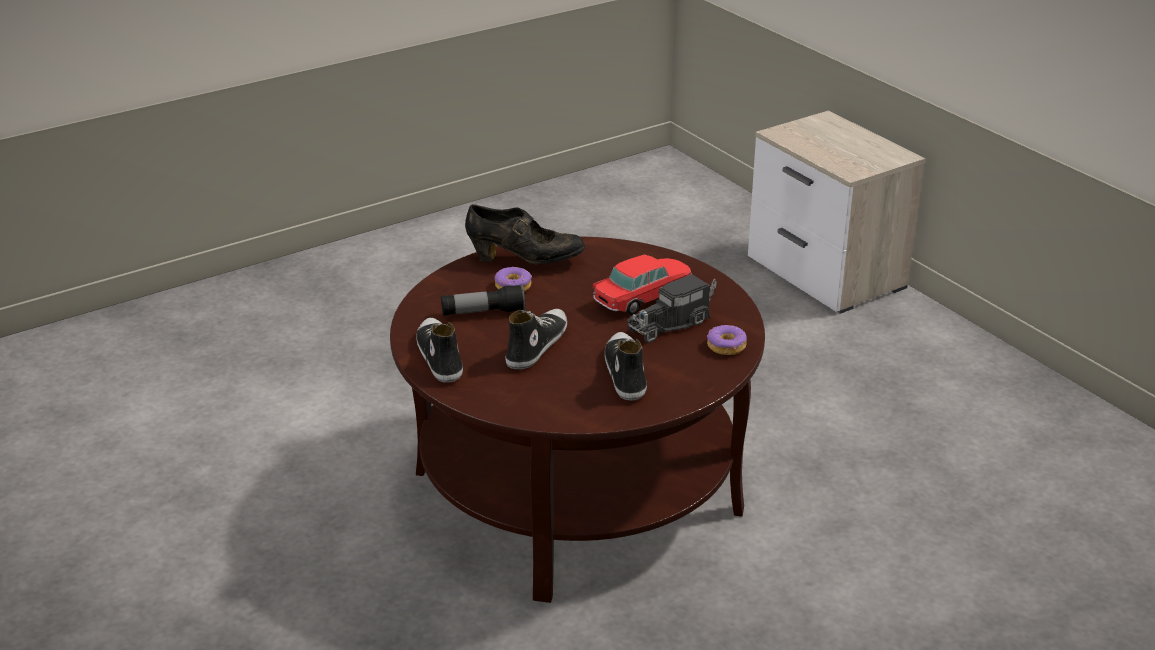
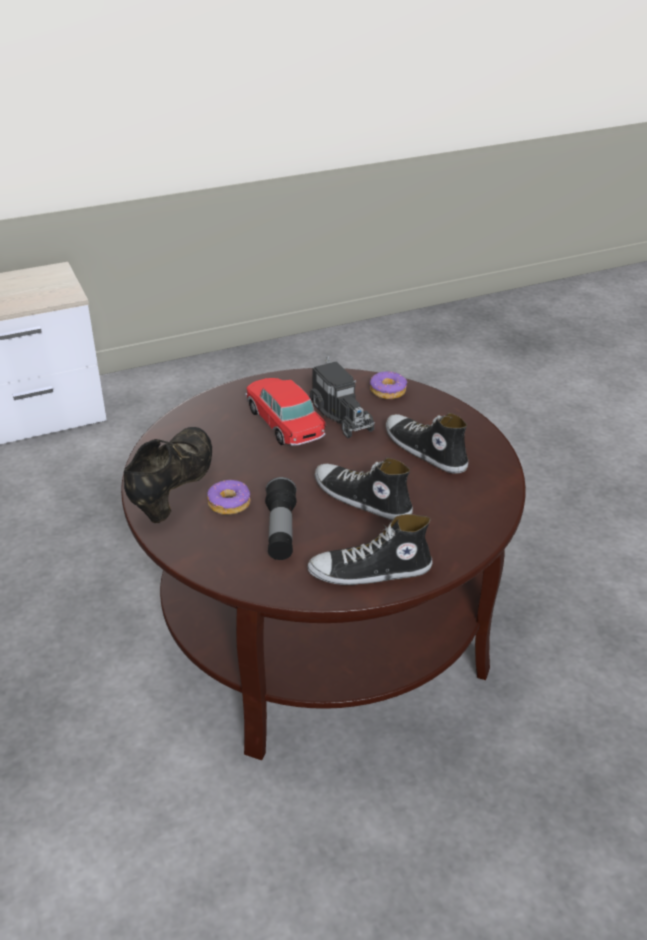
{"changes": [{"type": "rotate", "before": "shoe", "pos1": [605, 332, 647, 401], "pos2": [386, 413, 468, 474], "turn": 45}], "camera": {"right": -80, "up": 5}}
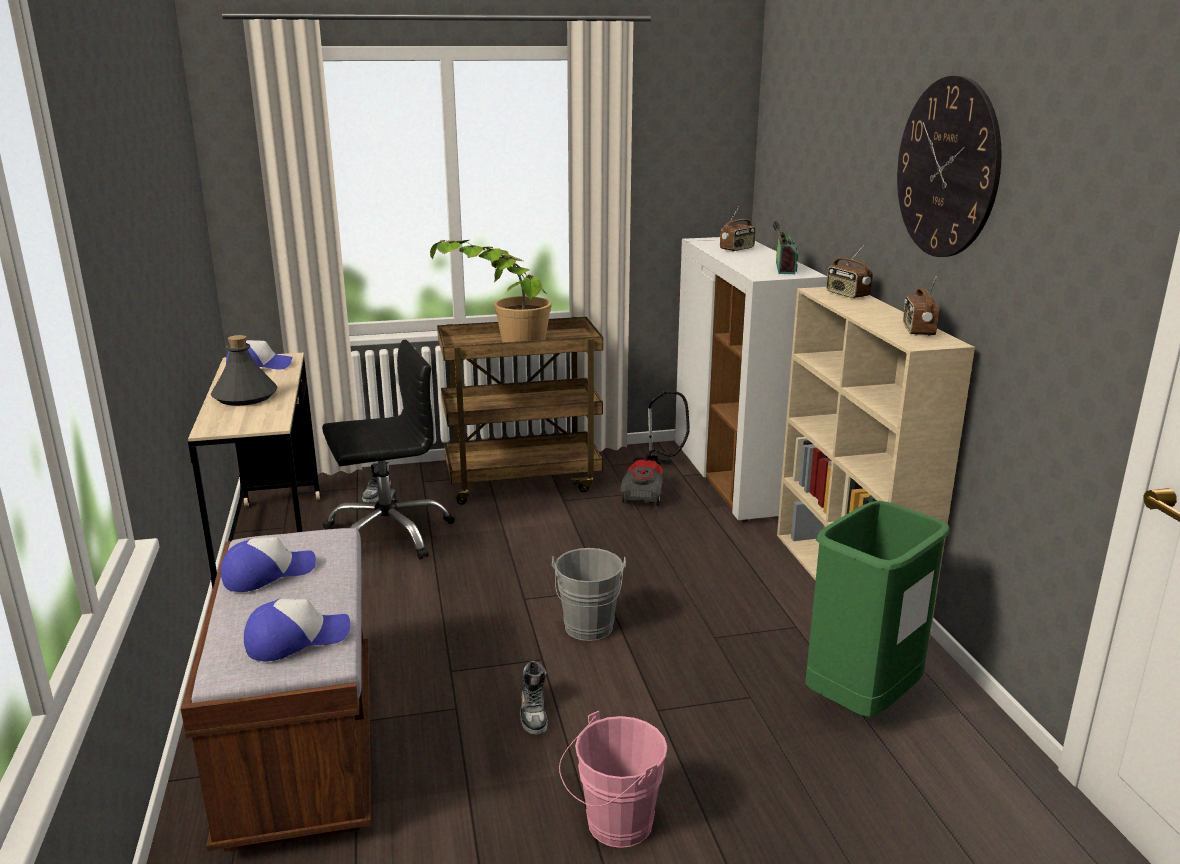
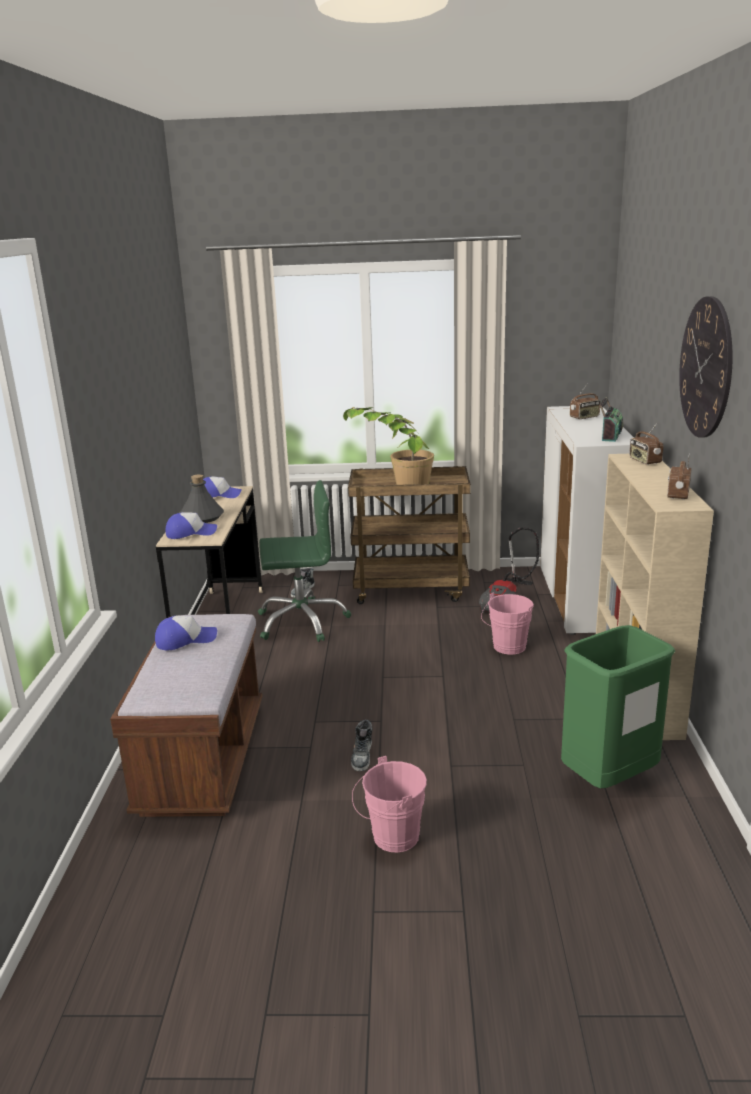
{"changes": [{"type": "move", "before": "cap", "pos1": [244, 599, 350, 661], "pos2": [165, 512, 217, 539]}, {"type": "recolor", "before": "black office chair", "after": "green office chair", "pos1": [322, 340, 455, 560], "pos2": [258, 480, 351, 642]}, {"type": "delete", "before": "grey bucket", "pos1": [552, 548, 626, 641]}, {"type": "insert", "after": "pink bucket", "pos2": [481, 592, 534, 655]}], "camera": {"right": 15, "up": 0}}
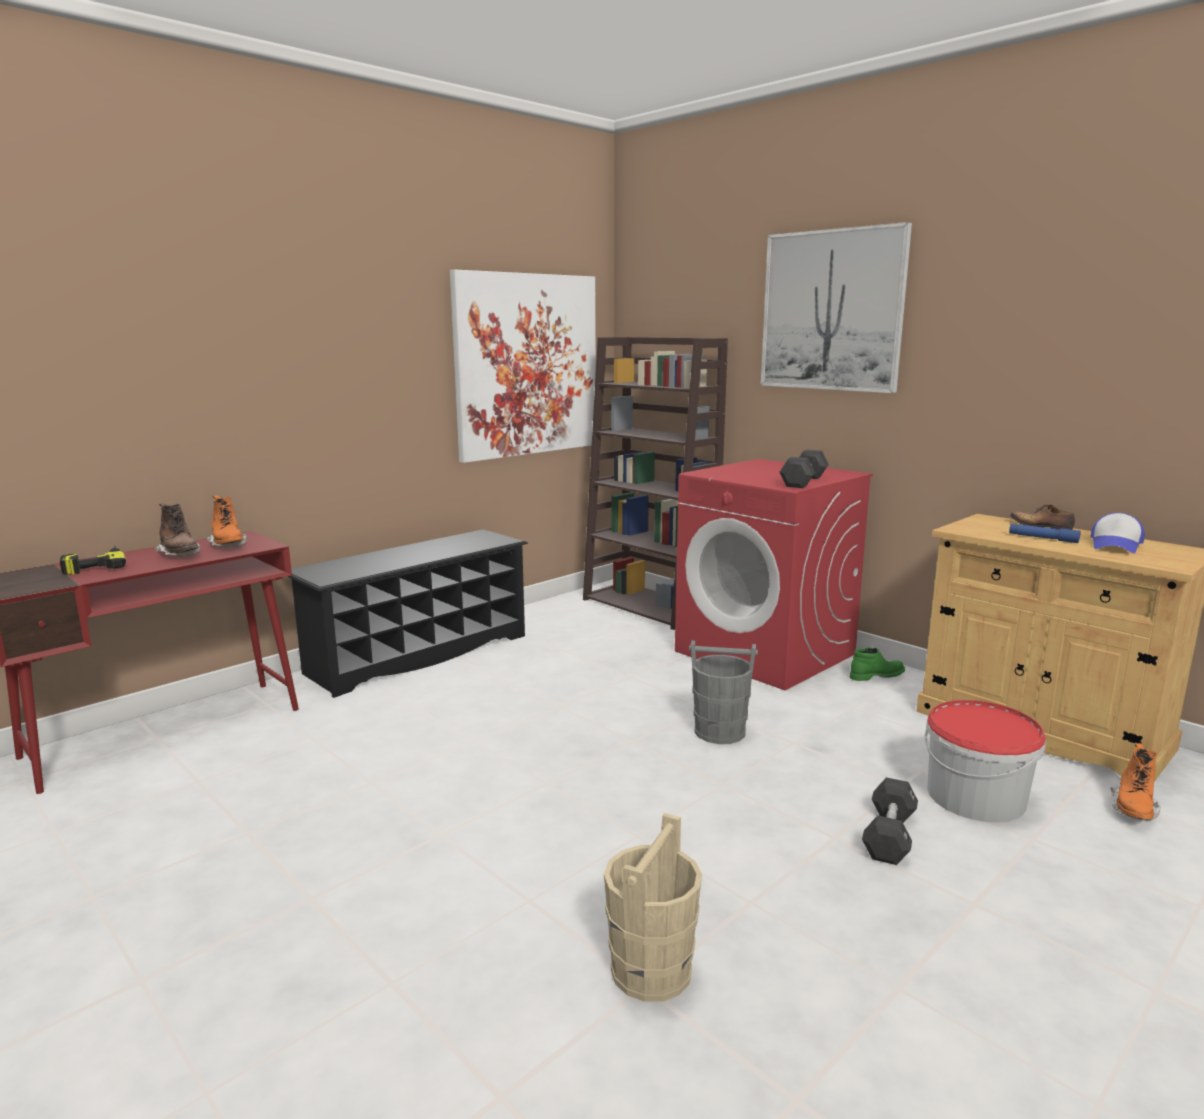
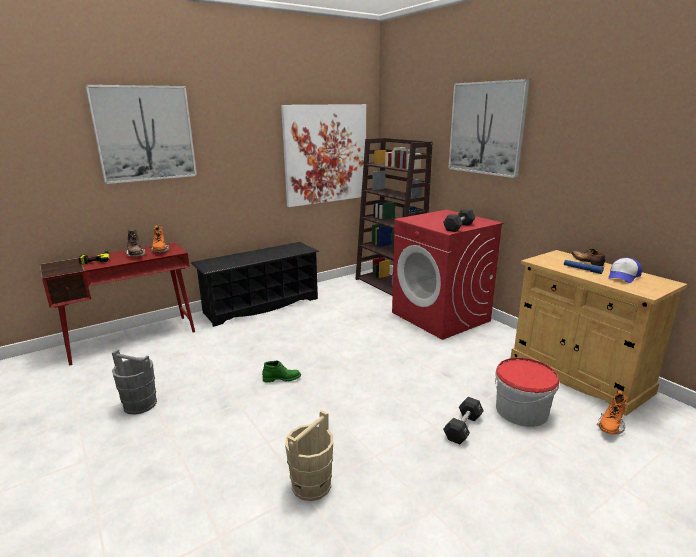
{"changes": [{"type": "move", "before": "grey bucket", "pos1": [689, 640, 758, 744], "pos2": [112, 350, 157, 415]}, {"type": "move", "before": "green boot", "pos1": [850, 648, 905, 681], "pos2": [262, 360, 301, 383]}, {"type": "insert", "after": "picture", "pos2": [85, 85, 197, 184]}], "camera": {"right": 10, "up": 5}}
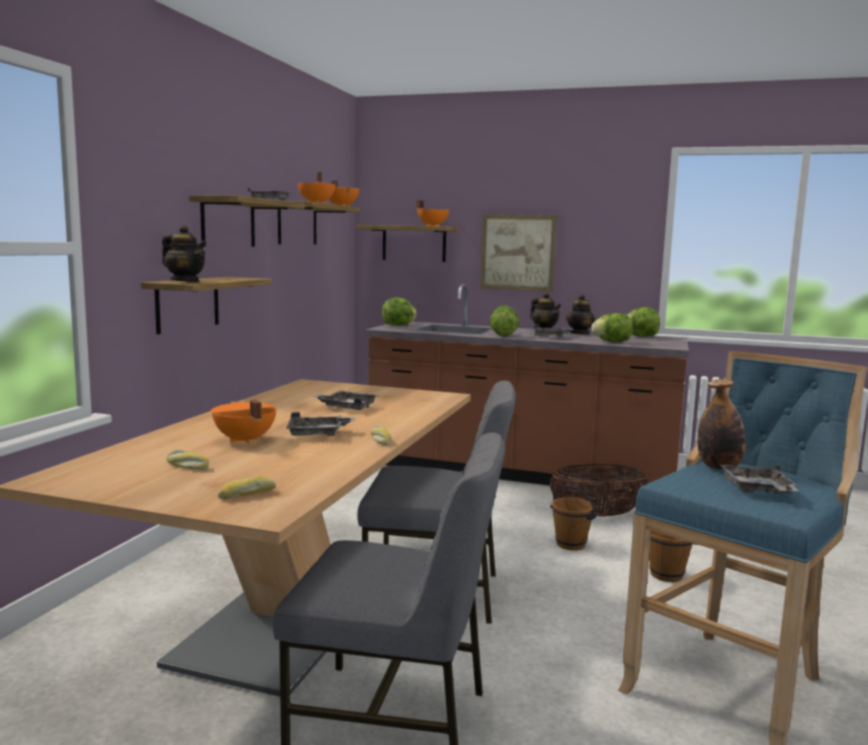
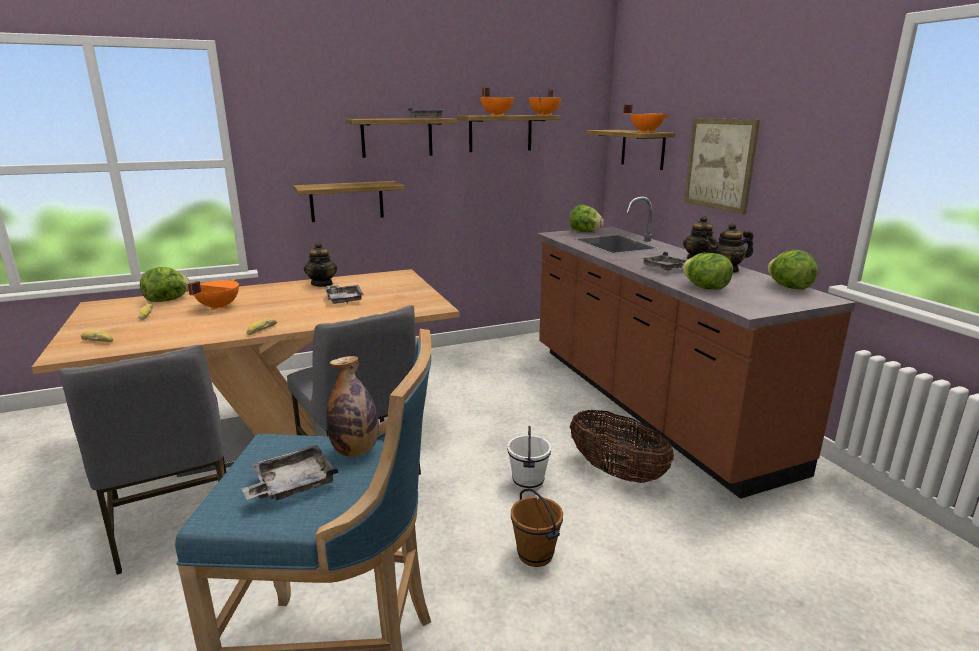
{"changes": [{"type": "move", "before": "teapot", "pos1": [162, 225, 207, 282], "pos2": [304, 242, 337, 287]}, {"type": "delete", "before": "grey tray", "pos1": [286, 412, 355, 436]}, {"type": "move", "before": "lettuce", "pos1": [490, 305, 519, 336], "pos2": [140, 267, 190, 302]}, {"type": "recolor", "before": "brown bucket", "after": "white bucket", "pos1": [550, 485, 596, 550], "pos2": [507, 425, 551, 492]}], "camera": {"right": 50, "up": 10}}
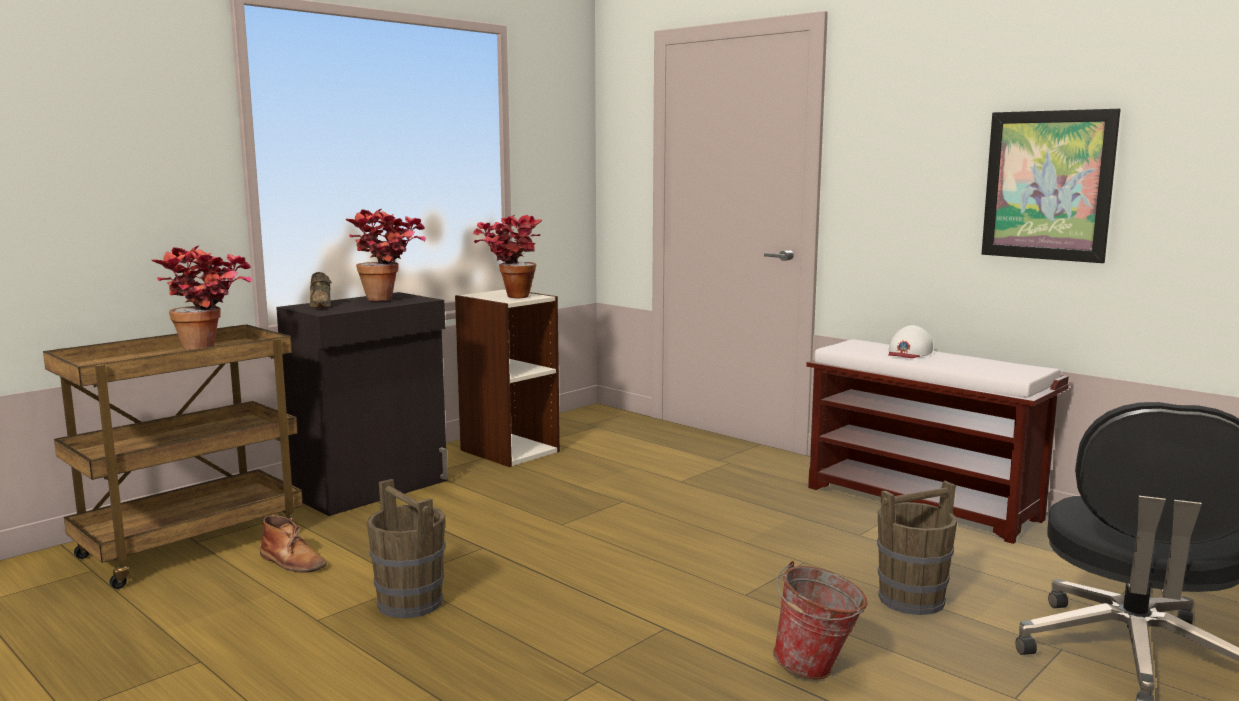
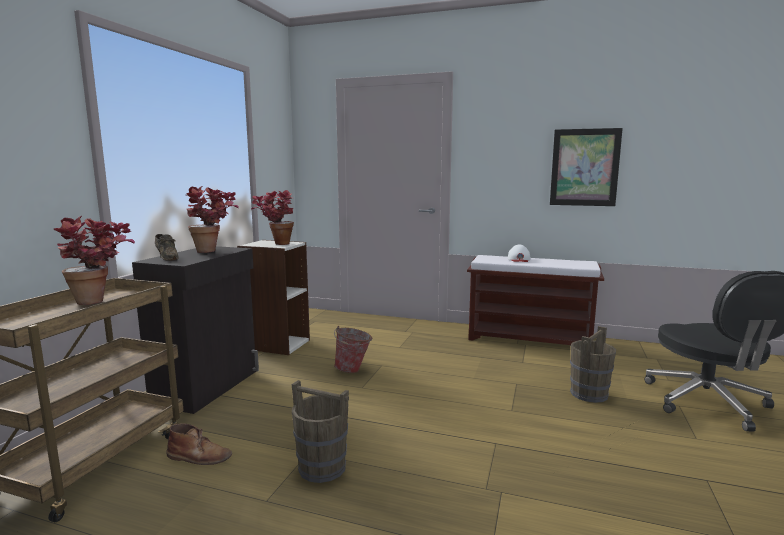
{"changes": [{"type": "move", "before": "bucket", "pos1": [773, 561, 868, 679], "pos2": [334, 326, 372, 373]}], "camera": {"right": -25, "up": 0}}
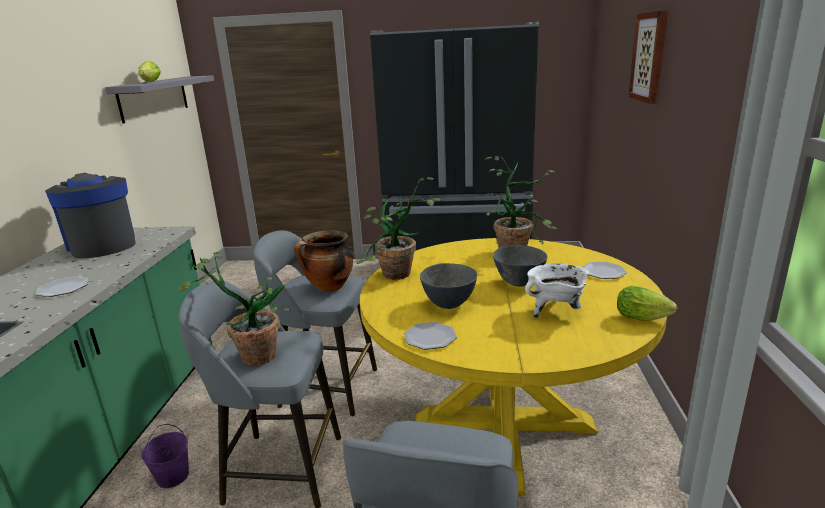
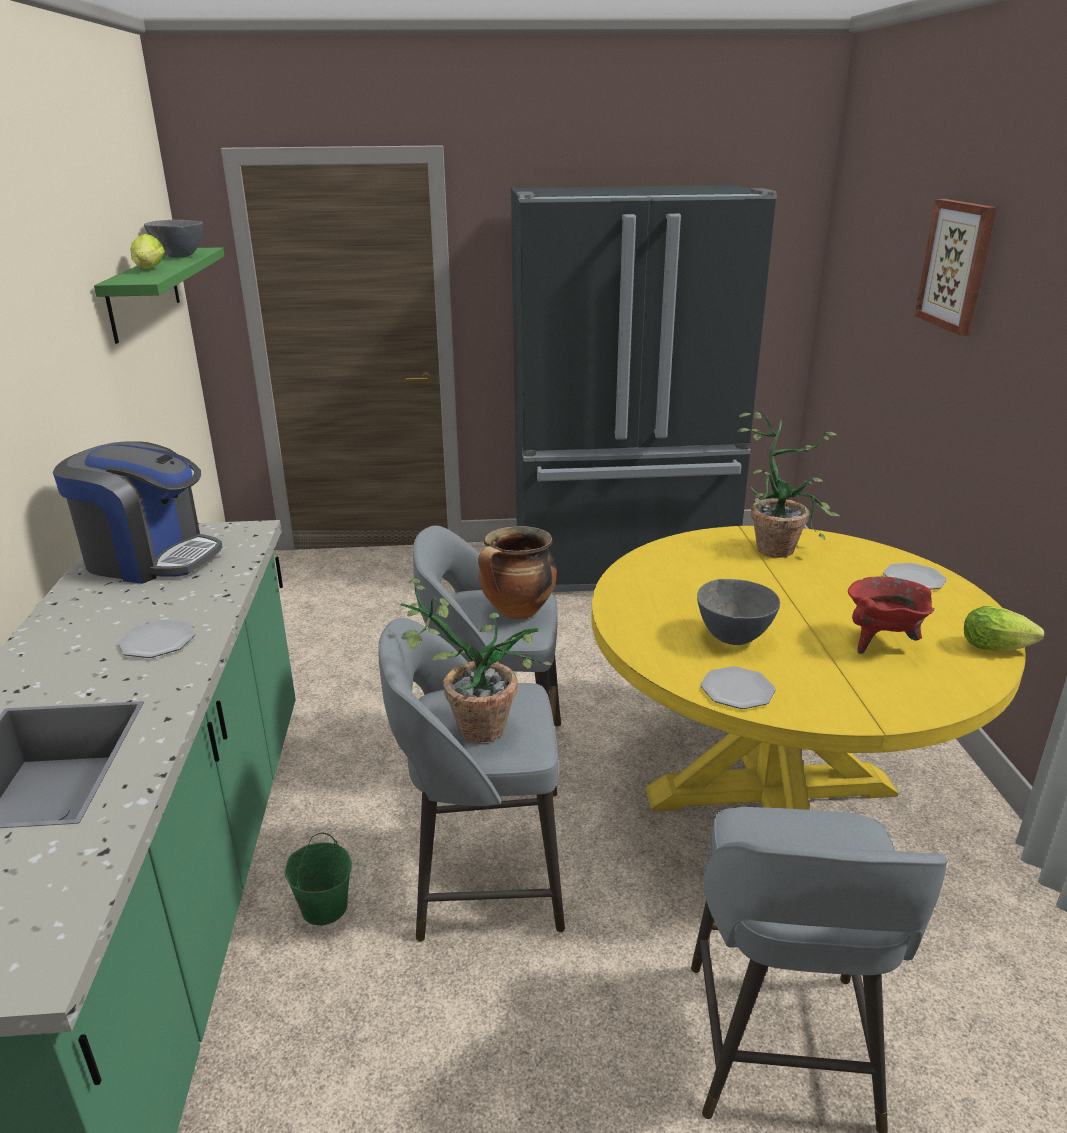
{"changes": [{"type": "rotate", "before": "coffee machine", "pos1": [45, 173, 136, 259], "pos2": [53, 441, 223, 584], "turn": 150}, {"type": "recolor", "before": "grey shelf", "after": "green shelf", "pos1": [105, 75, 214, 124], "pos2": [94, 247, 225, 344]}, {"type": "recolor", "before": "purple bucket", "after": "green bucket", "pos1": [141, 424, 189, 488], "pos2": [285, 832, 352, 926]}, {"type": "delete", "before": "potted plant", "pos1": [356, 177, 442, 280]}, {"type": "move", "before": "grey bowl", "pos1": [493, 245, 547, 287], "pos2": [144, 220, 203, 258]}, {"type": "recolor", "before": "white cooking pot", "after": "red cooking pot", "pos1": [525, 264, 589, 318], "pos2": [848, 577, 935, 654]}], "camera": {"right": -10, "up": 5}}
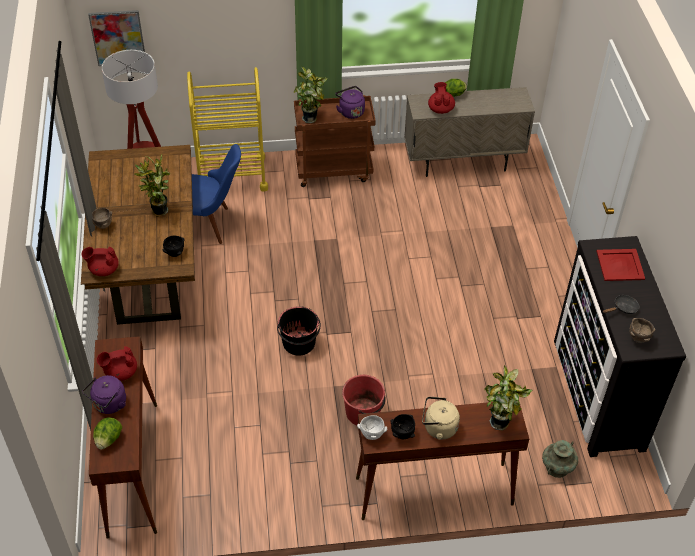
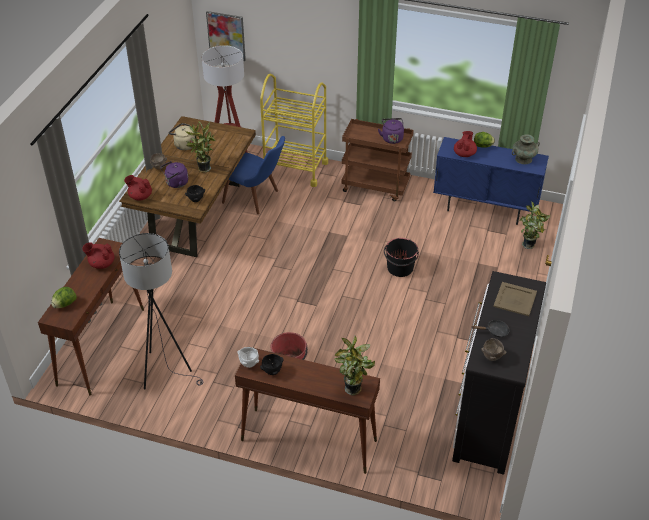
{"changes": [{"type": "move", "before": "purple kettle", "pos1": [82, 375, 126, 414], "pos2": [160, 161, 188, 188]}, {"type": "move", "before": "black bucket", "pos1": [277, 306, 321, 356], "pos2": [384, 238, 419, 277]}, {"type": "move", "before": "potted plant", "pos1": [294, 67, 327, 123], "pos2": [520, 201, 550, 249]}, {"type": "recolor", "before": "beige cabinet", "after": "blue cabinet", "pos1": [404, 87, 535, 177], "pos2": [433, 137, 549, 225]}, {"type": "move", "before": "beige kettle", "pos1": [422, 397, 460, 440], "pos2": [169, 123, 196, 150]}, {"type": "move", "before": "turquoise vase", "pos1": [542, 440, 578, 478], "pos2": [512, 134, 540, 164]}, {"type": "recolor", "before": "red tray", "after": "beige tray", "pos1": [596, 249, 645, 281], "pos2": [493, 282, 537, 316]}, {"type": "insert", "after": "grey floor lamp", "pos2": [119, 233, 204, 390]}], "camera": {"right": 25, "up": -5}}
